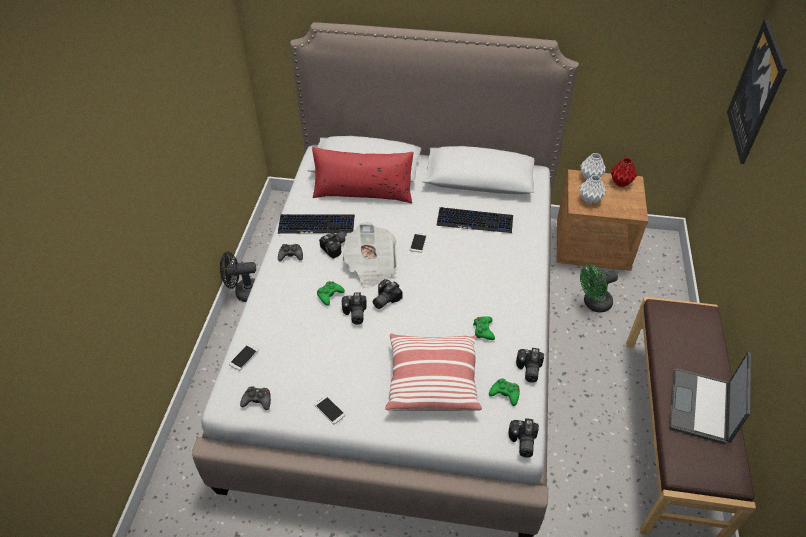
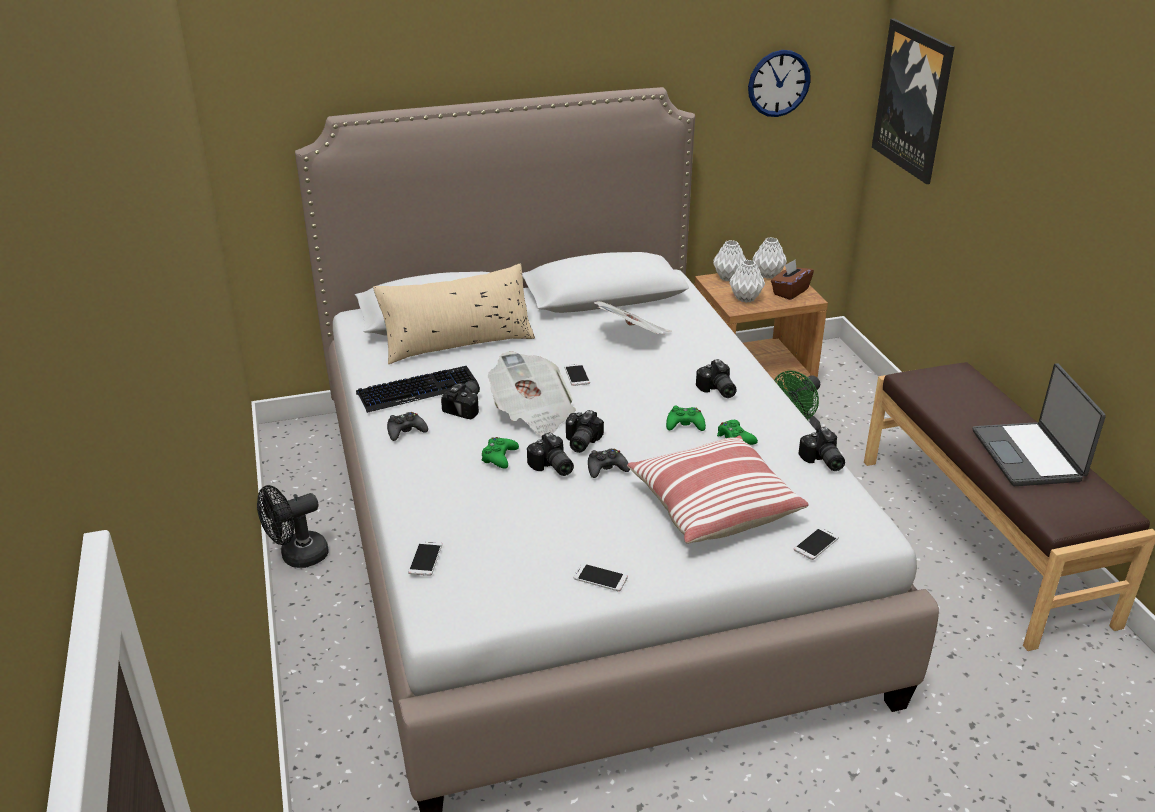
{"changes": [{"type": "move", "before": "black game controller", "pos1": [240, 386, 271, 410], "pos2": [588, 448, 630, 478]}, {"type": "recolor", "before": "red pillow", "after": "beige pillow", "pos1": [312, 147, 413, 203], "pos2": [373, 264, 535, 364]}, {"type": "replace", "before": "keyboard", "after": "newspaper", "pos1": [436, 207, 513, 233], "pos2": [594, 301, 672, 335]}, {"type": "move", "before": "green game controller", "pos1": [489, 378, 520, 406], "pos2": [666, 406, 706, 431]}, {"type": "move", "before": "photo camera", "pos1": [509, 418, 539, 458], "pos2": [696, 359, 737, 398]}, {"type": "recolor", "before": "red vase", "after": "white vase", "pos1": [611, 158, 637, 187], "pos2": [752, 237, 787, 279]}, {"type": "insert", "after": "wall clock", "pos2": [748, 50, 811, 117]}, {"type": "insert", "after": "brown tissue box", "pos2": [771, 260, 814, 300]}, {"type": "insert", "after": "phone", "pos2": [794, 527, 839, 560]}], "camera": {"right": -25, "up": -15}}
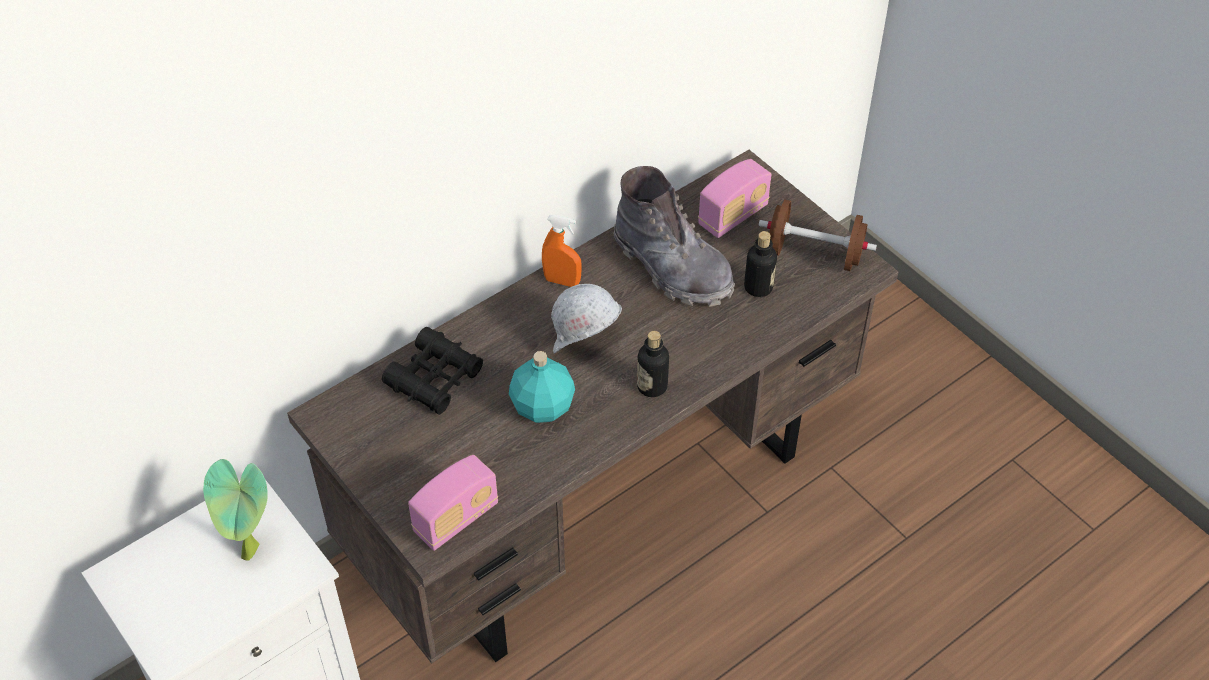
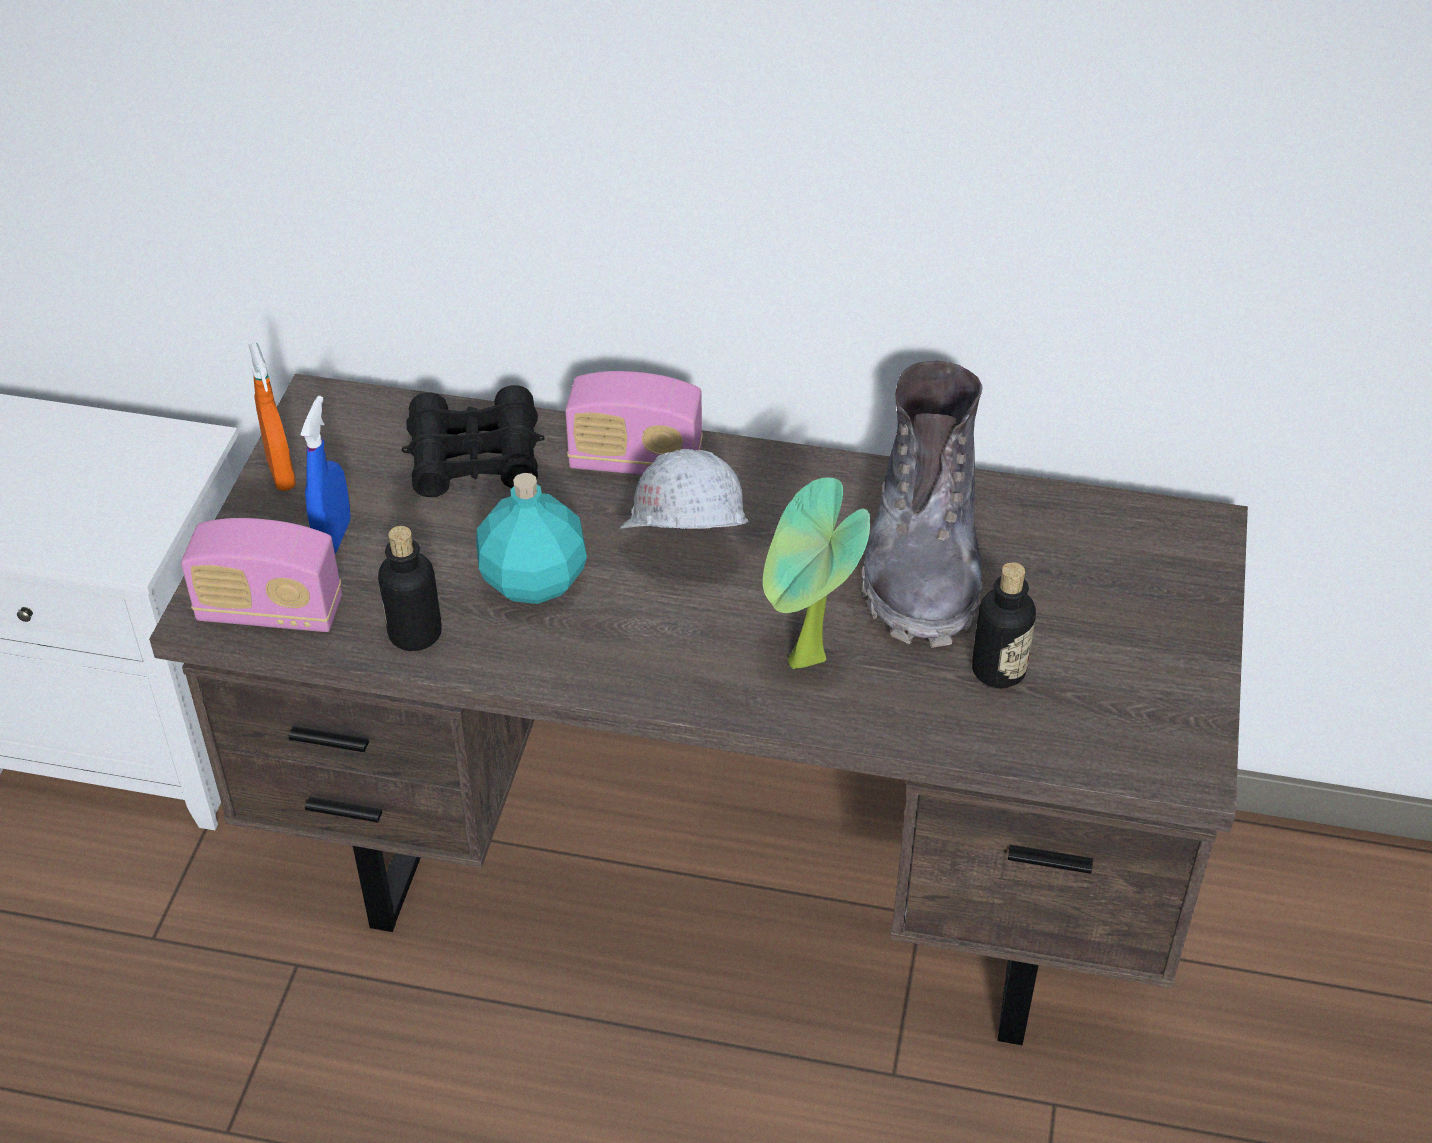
{"changes": [{"type": "move", "before": "potted plant", "pos1": [203, 459, 268, 561], "pos2": [763, 478, 870, 669]}, {"type": "move", "before": "orange spray bottle", "pos1": [542, 215, 582, 287], "pos2": [249, 343, 296, 491]}, {"type": "move", "before": "bottle", "pos1": [637, 331, 669, 397], "pos2": [378, 526, 442, 651]}, {"type": "move", "before": "radio", "pos1": [698, 159, 771, 238], "pos2": [565, 371, 703, 475]}, {"type": "delete", "before": "brown dumbbell", "pos1": [758, 199, 877, 271]}, {"type": "insert", "after": "blue spray bottle", "pos2": [300, 396, 350, 554]}], "camera": {"right": 50, "up": -5}}
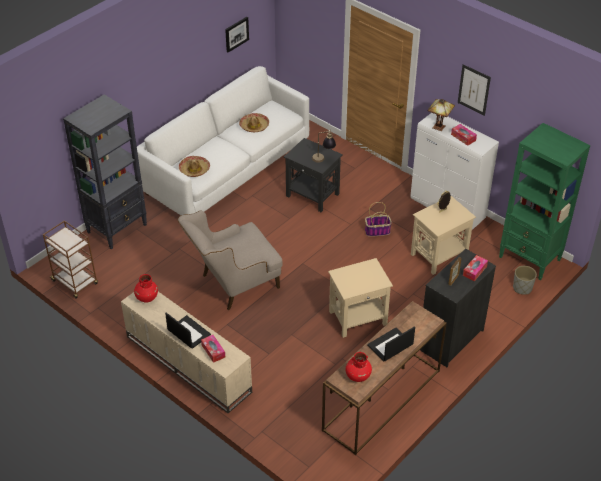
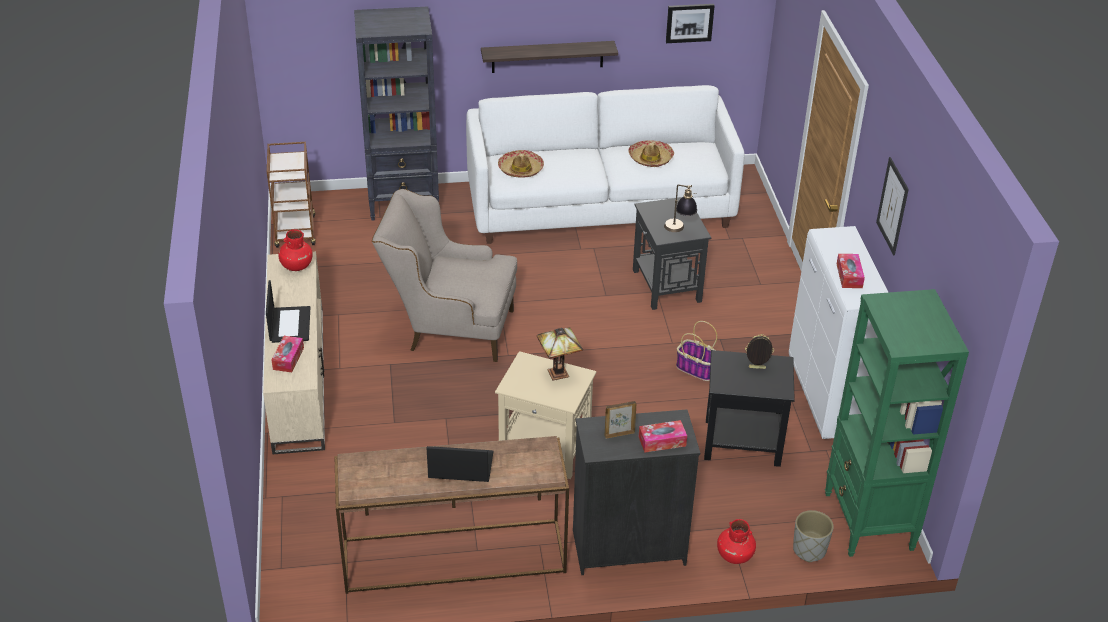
{"changes": [{"type": "move", "before": "red vase", "pos1": [346, 352, 372, 382], "pos2": [717, 519, 756, 564]}, {"type": "recolor", "before": "beige side table", "after": "black side table", "pos1": [411, 196, 476, 275], "pos2": [704, 350, 795, 467]}, {"type": "move", "before": "table lamp", "pos1": [428, 99, 455, 131], "pos2": [537, 327, 583, 381]}, {"type": "insert", "after": "shelf", "pos2": [481, 41, 618, 73]}], "camera": {"right": 40, "up": -5}}
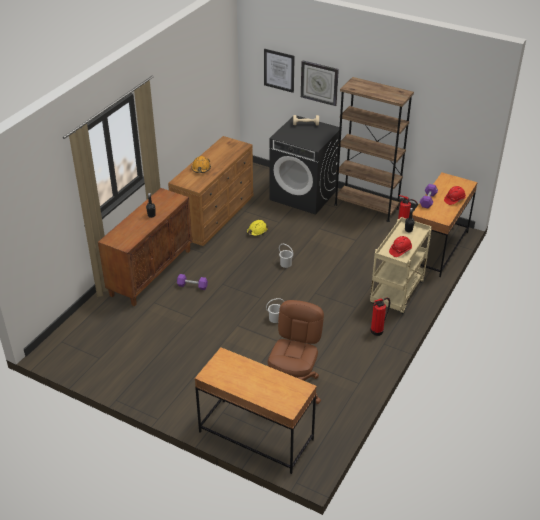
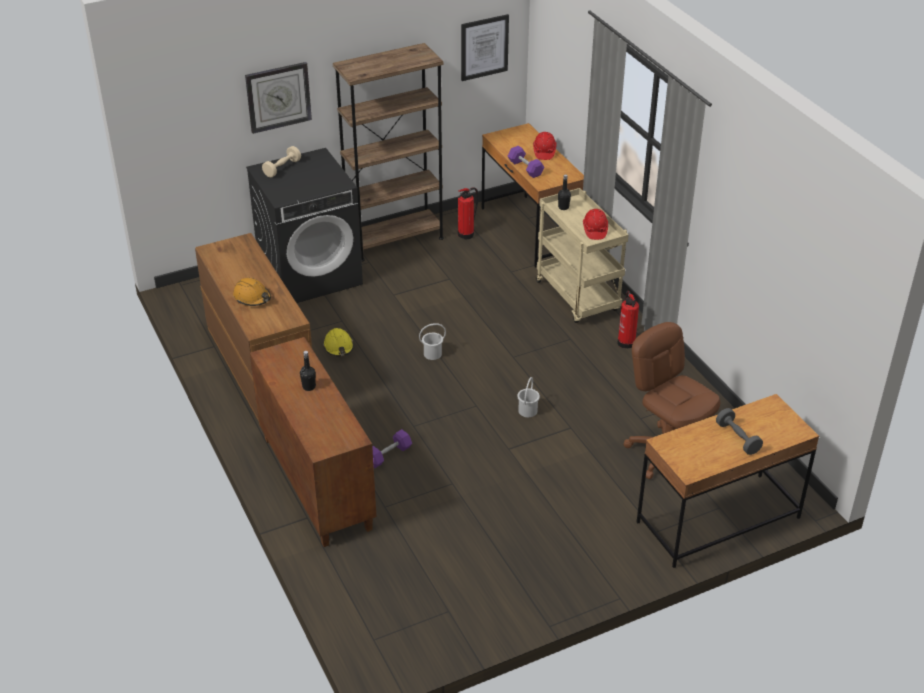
{"changes": [{"type": "move", "before": "picture", "pos1": [264, 49, 295, 93], "pos2": [461, 14, 509, 81]}, {"type": "insert", "after": "grey dumbbell", "pos2": [716, 408, 763, 455]}], "camera": {"right": -55, "up": 0}}
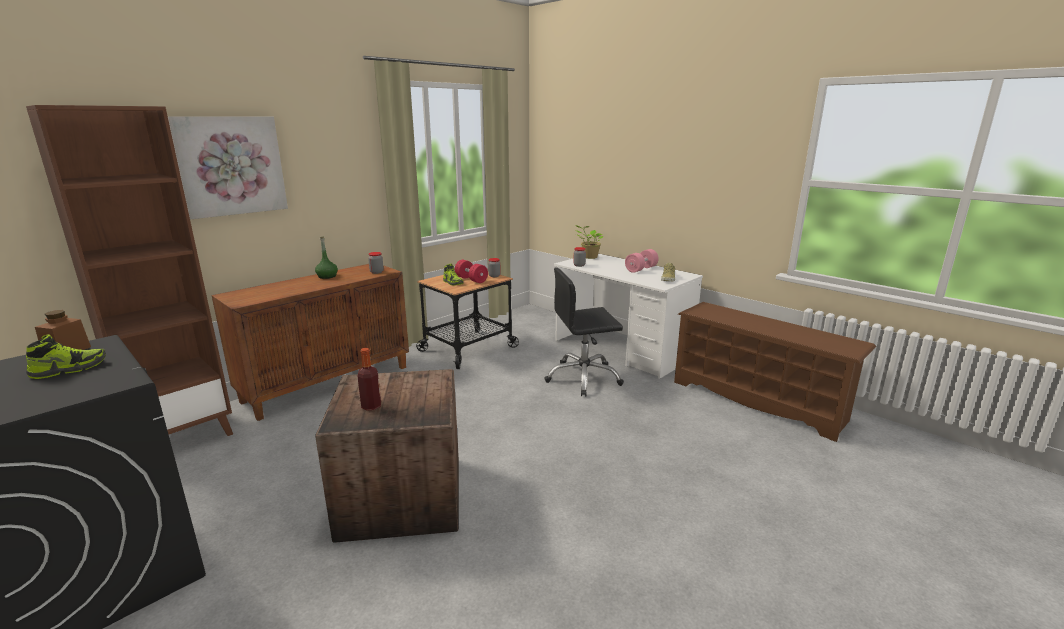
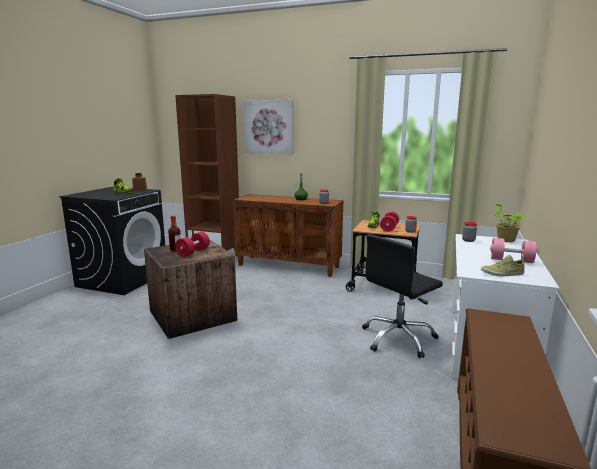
{"changes": [{"type": "rotate", "before": "black office chair", "pos1": [544, 267, 624, 396], "pos2": [362, 234, 443, 358], "turn": -90}, {"type": "insert", "after": "red dumbbell", "pos2": [175, 232, 210, 257]}], "camera": {"right": 65, "up": -5}}
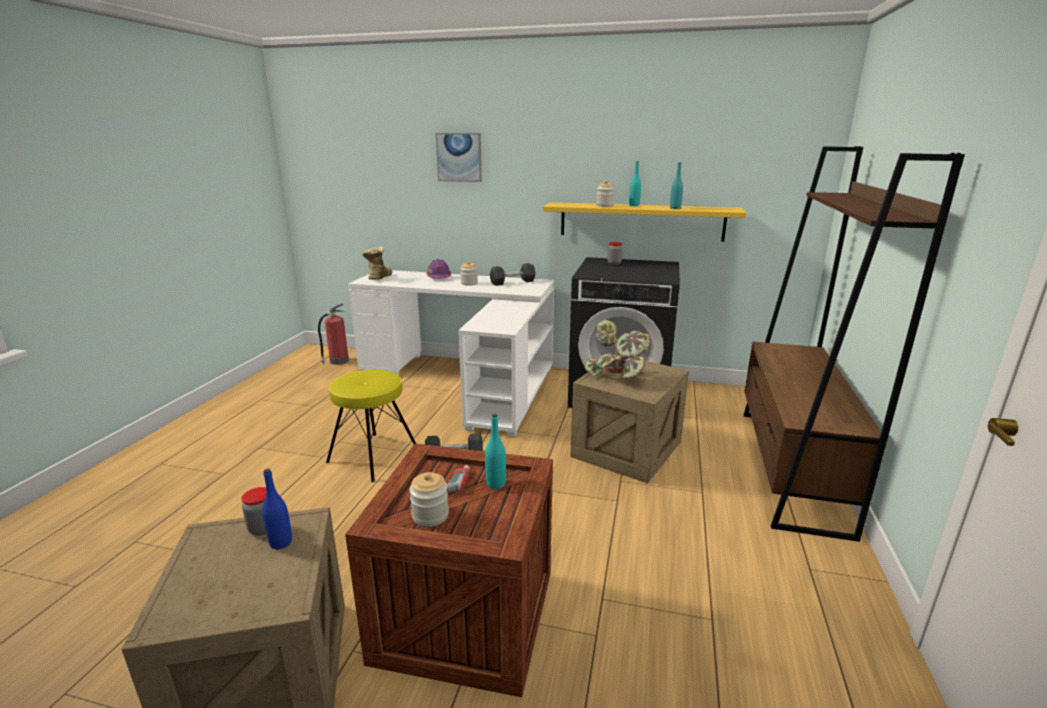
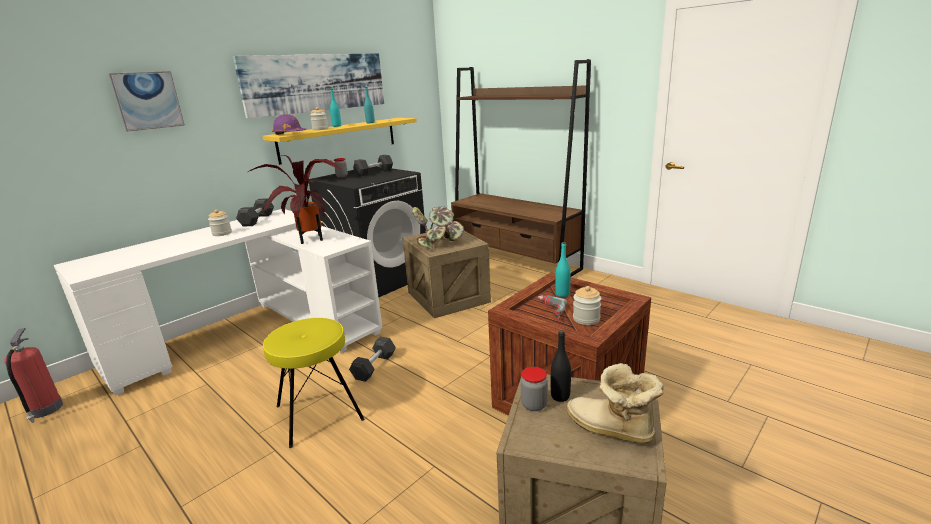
{"changes": [{"type": "recolor", "before": "blue bottle", "after": "black bottle", "pos1": [263, 468, 292, 549], "pos2": [551, 330, 571, 402]}, {"type": "move", "before": "boot", "pos1": [362, 247, 392, 280], "pos2": [566, 363, 664, 443]}, {"type": "move", "before": "purple hard hat", "pos1": [426, 259, 451, 279], "pos2": [272, 114, 306, 135]}, {"type": "insert", "after": "picture", "pos2": [233, 53, 384, 118]}, {"type": "insert", "after": "potted plant", "pos2": [248, 155, 342, 244]}, {"type": "insert", "after": "grey dumbbell", "pos2": [353, 155, 393, 176]}], "camera": {"right": -60, "up": 0}}
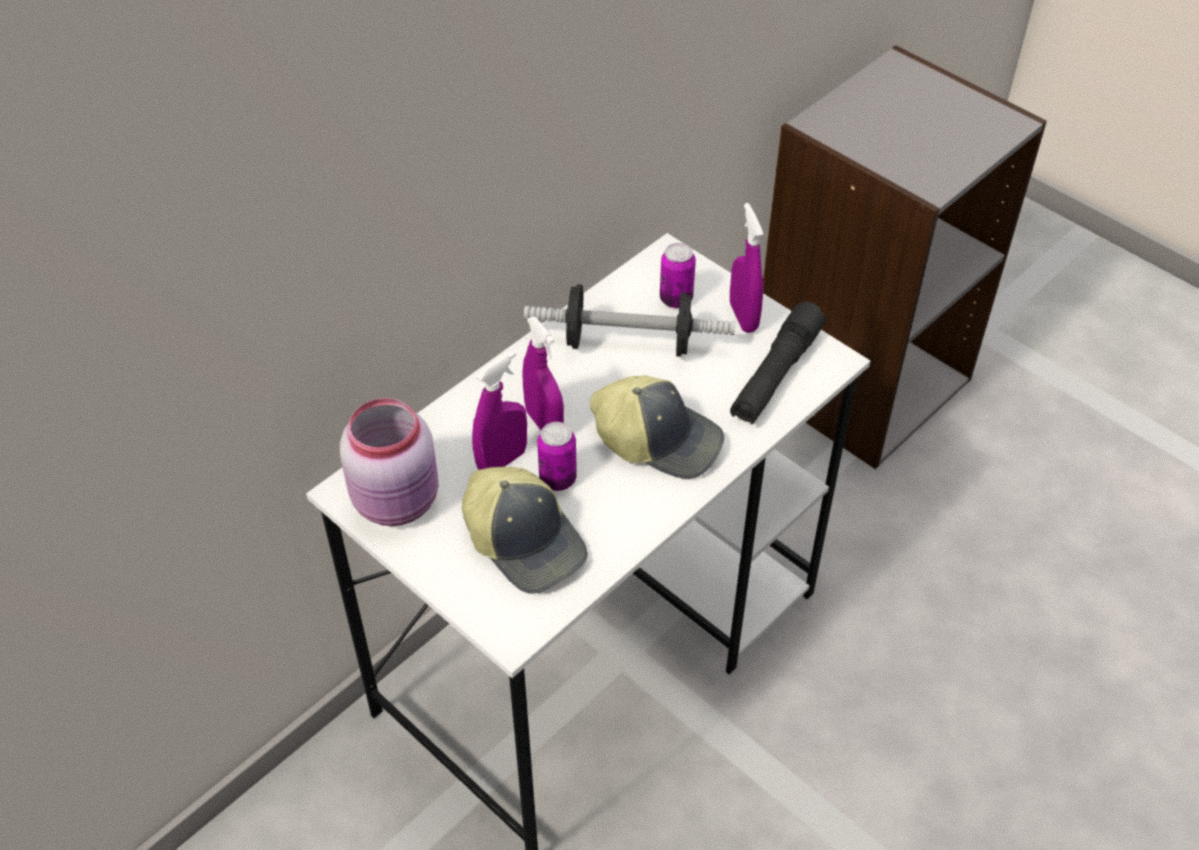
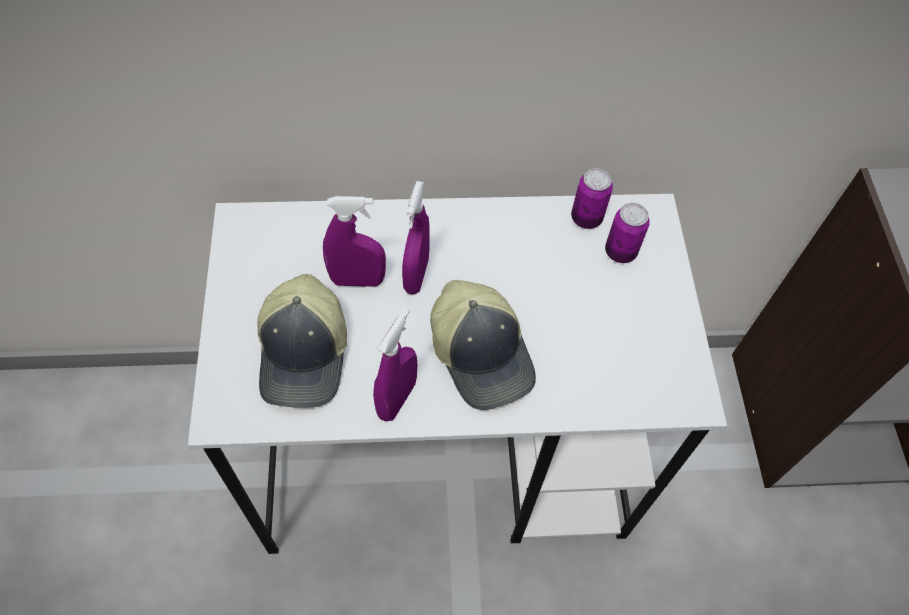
{"changes": [{"type": "delete", "before": "pink jar", "pos1": [340, 398, 439, 526]}, {"type": "delete", "before": "dumbbell", "pos1": [524, 284, 736, 357]}, {"type": "move", "before": "can", "pos1": [537, 422, 577, 491], "pos2": [571, 168, 613, 229]}, {"type": "move", "before": "purple spray bottle", "pos1": [730, 203, 763, 333], "pos2": [373, 309, 417, 421]}, {"type": "delete", "before": "black flashlight", "pos1": [730, 301, 826, 425]}], "camera": {"right": 40, "up": 10}}
